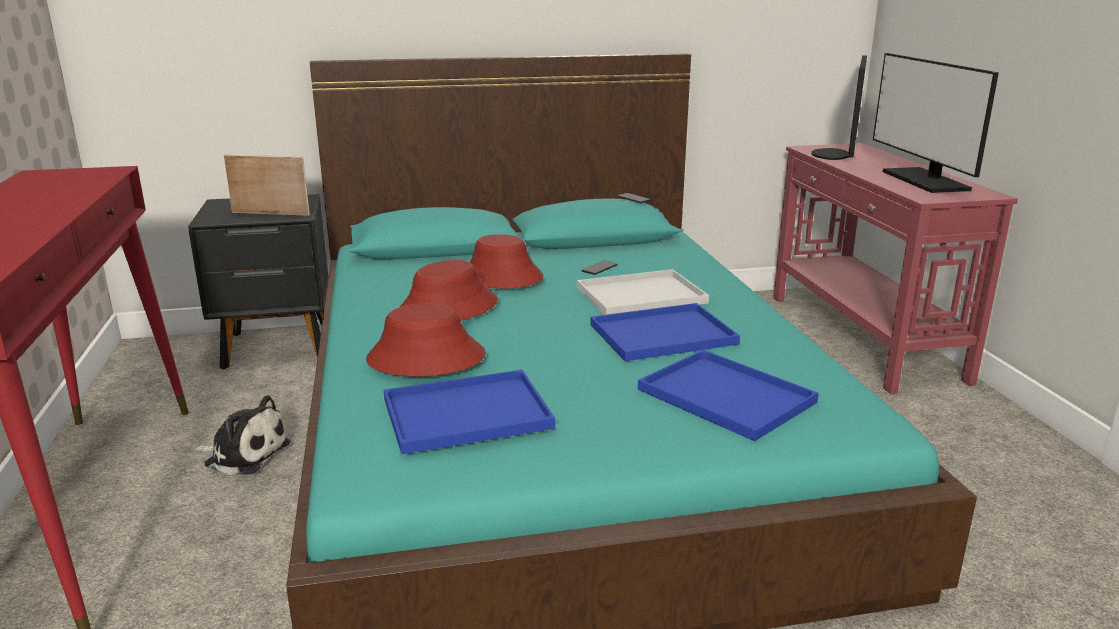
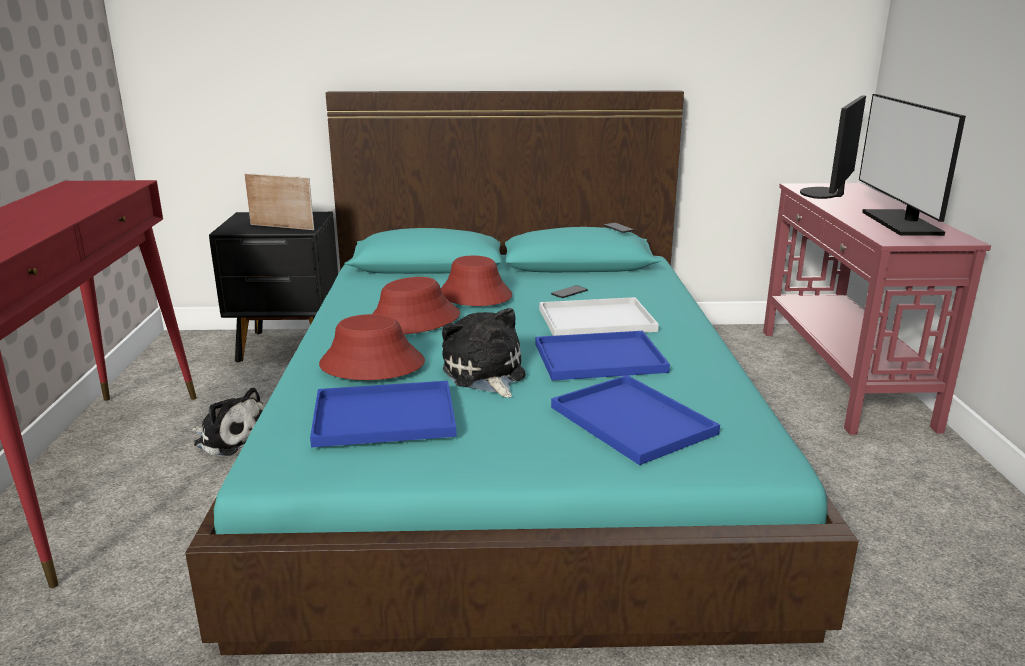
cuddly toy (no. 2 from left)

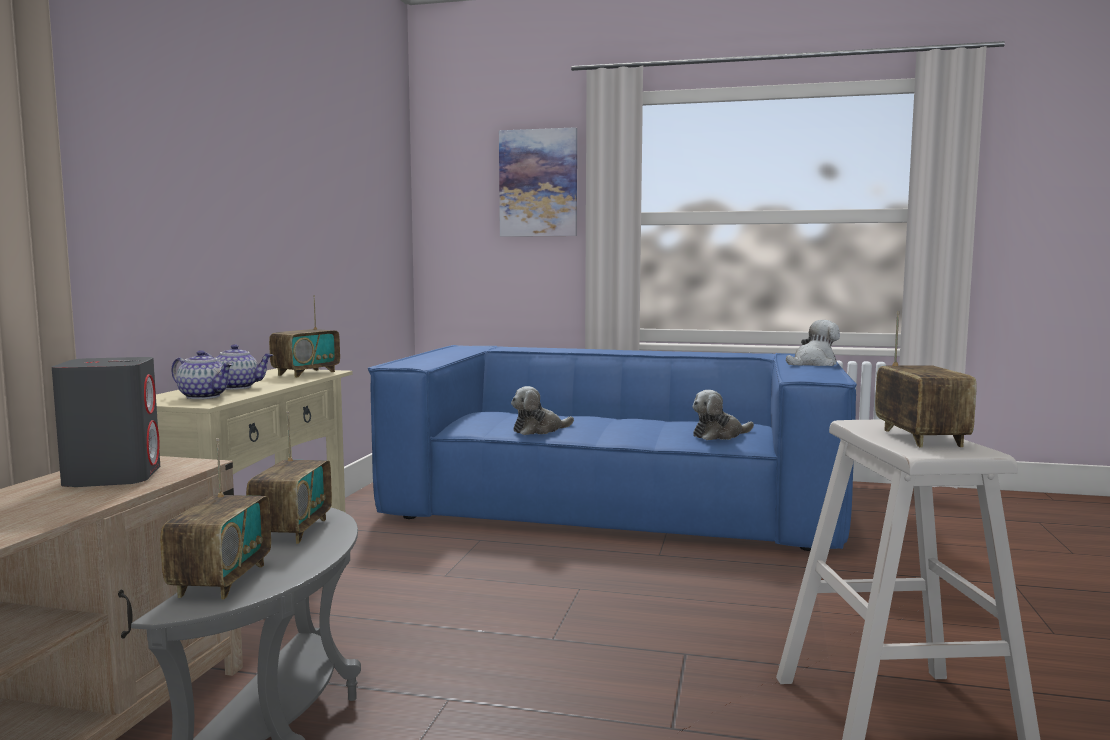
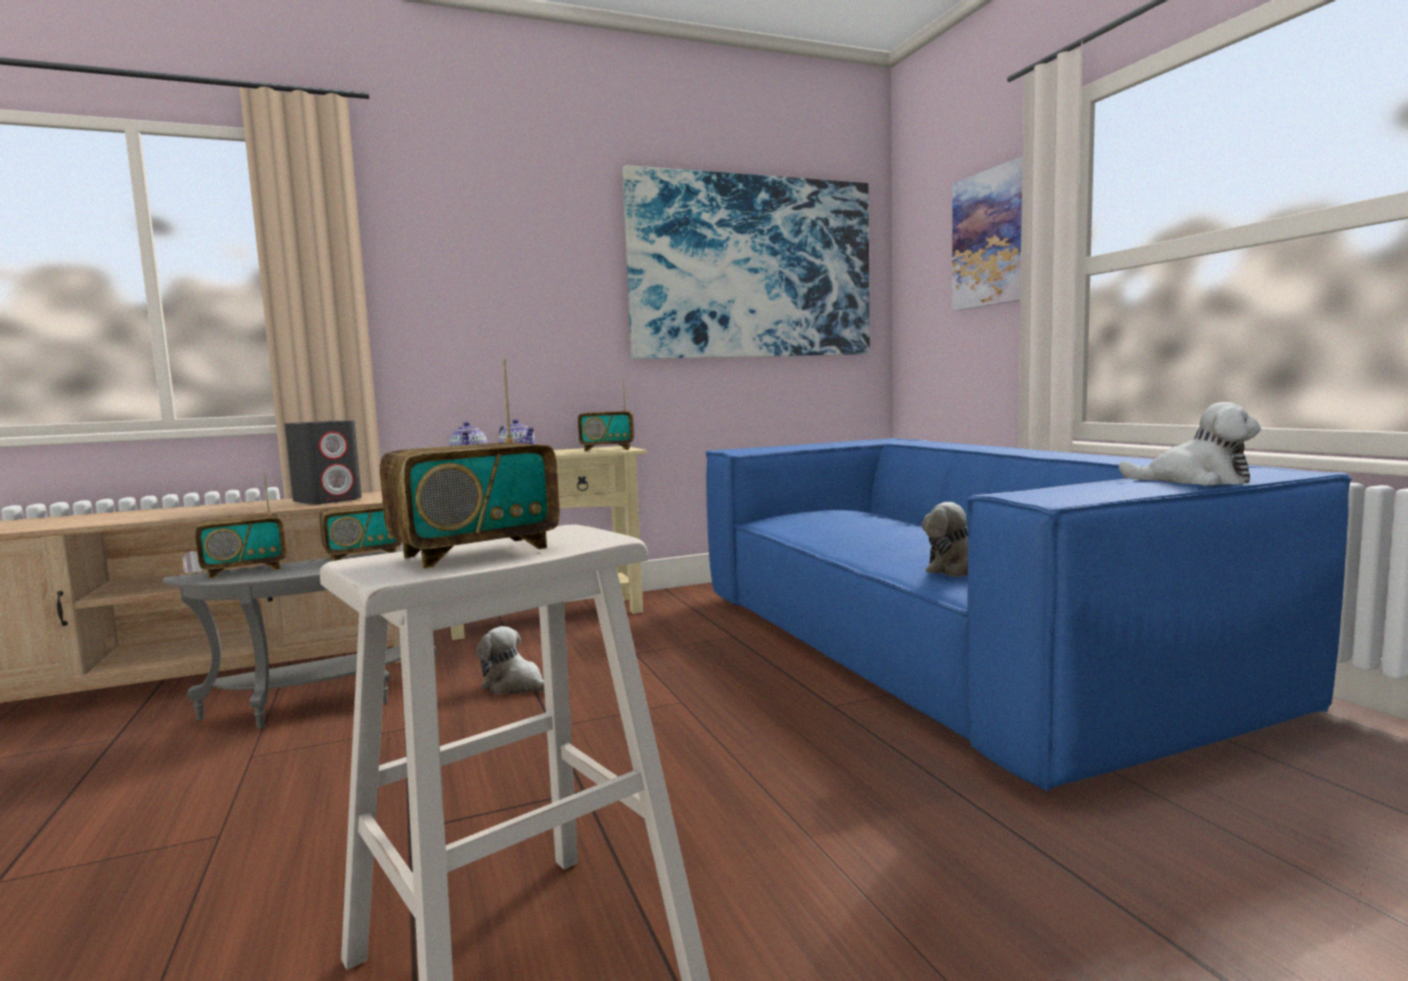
cuddly toy (no. 1 from left)
picture (no. 1 from left)

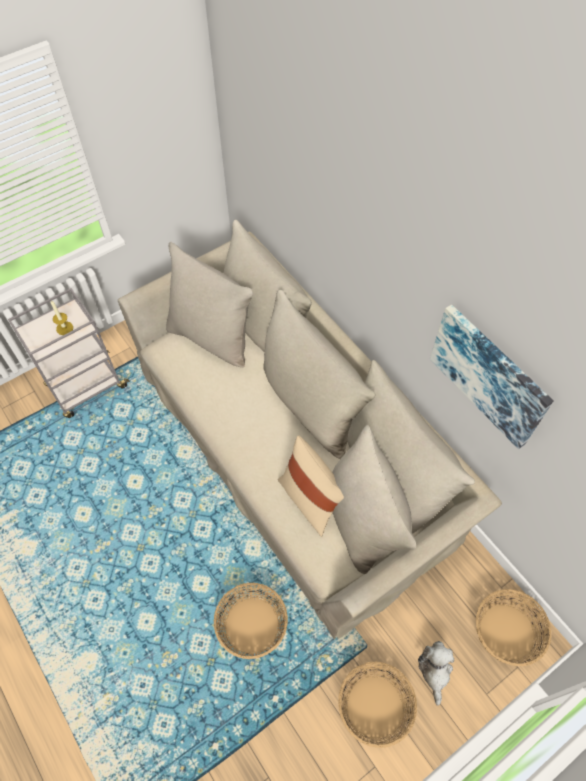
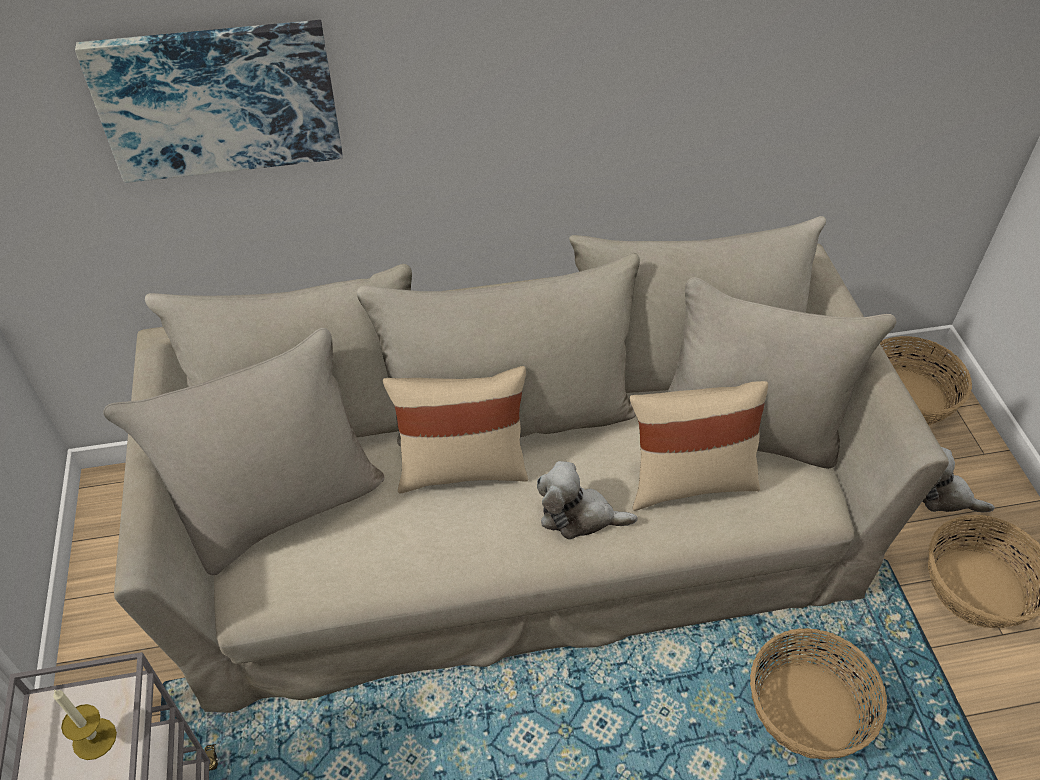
picture
pillow/sand-coloured (no. 1 from left)
cuddly toy (no. 1 from left)

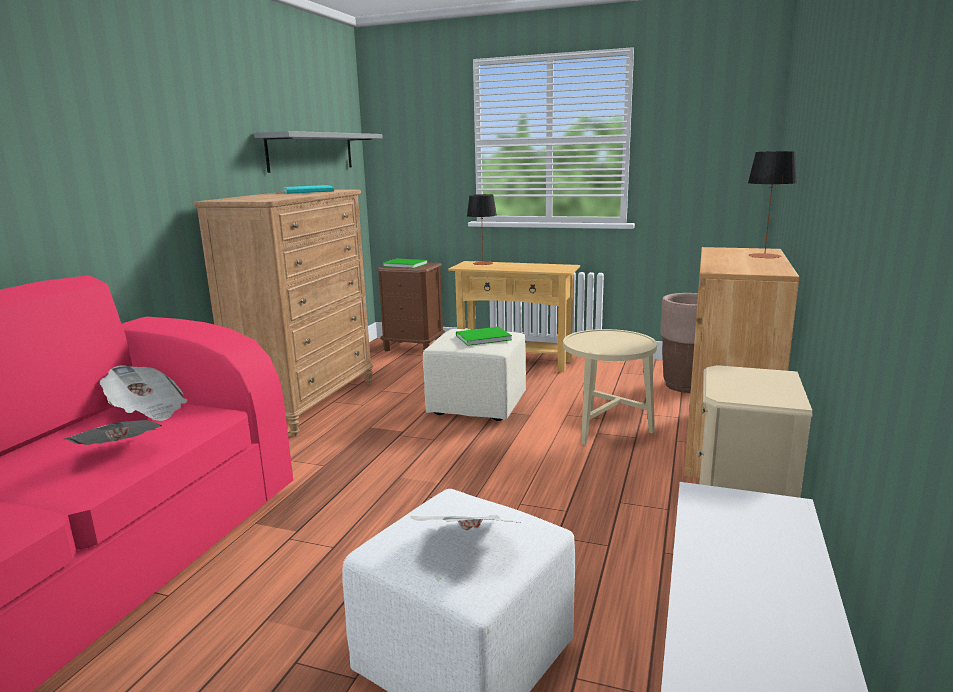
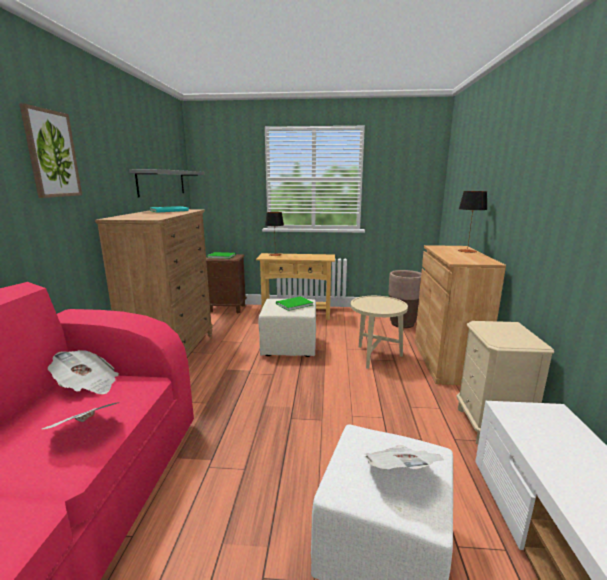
picture

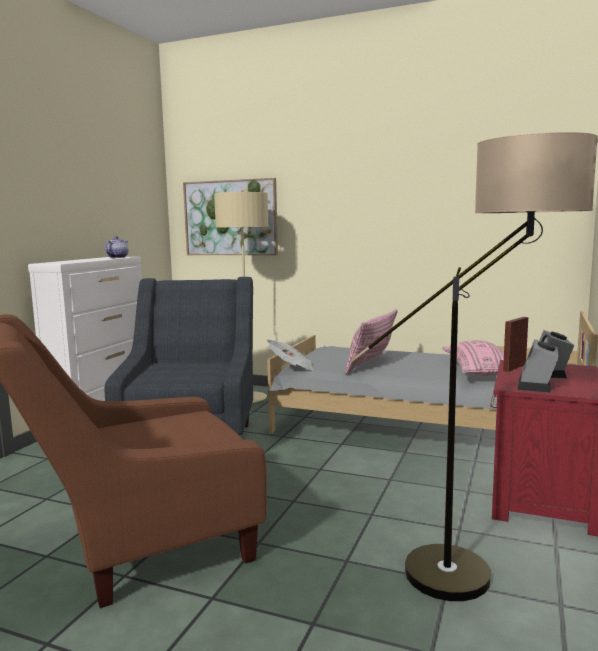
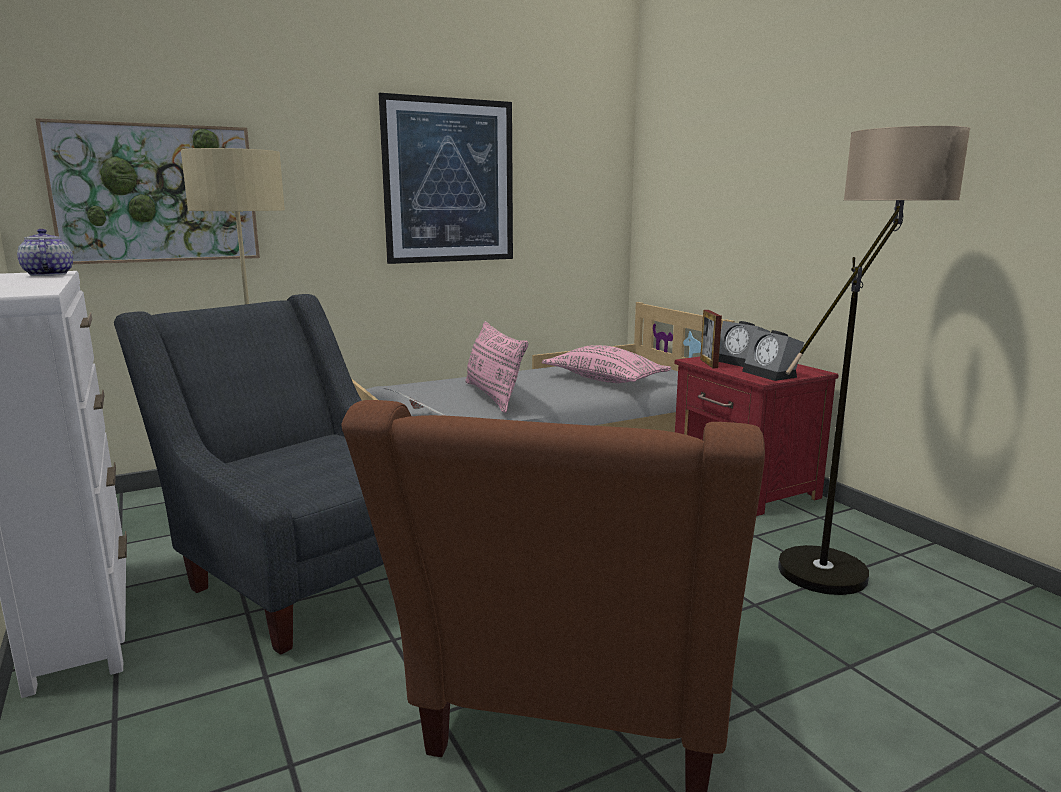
picture (no. 2 from left)

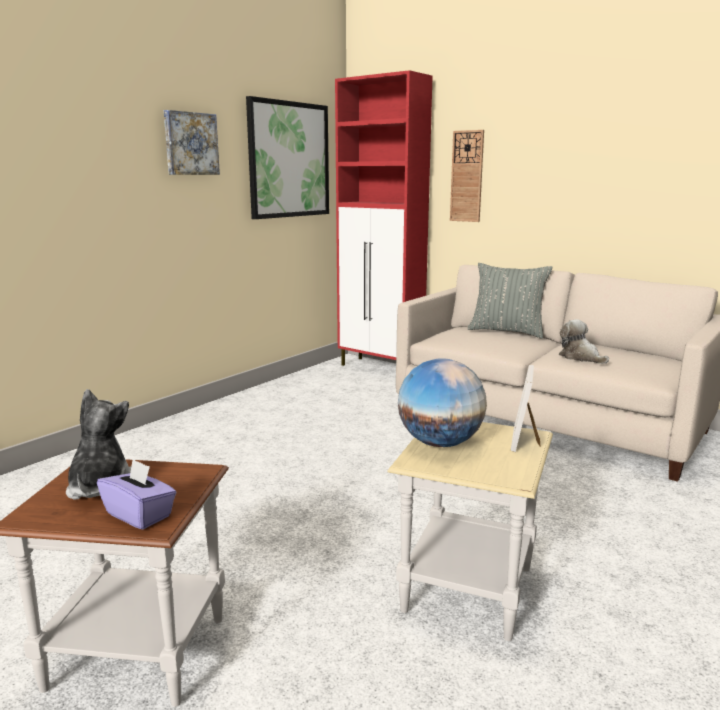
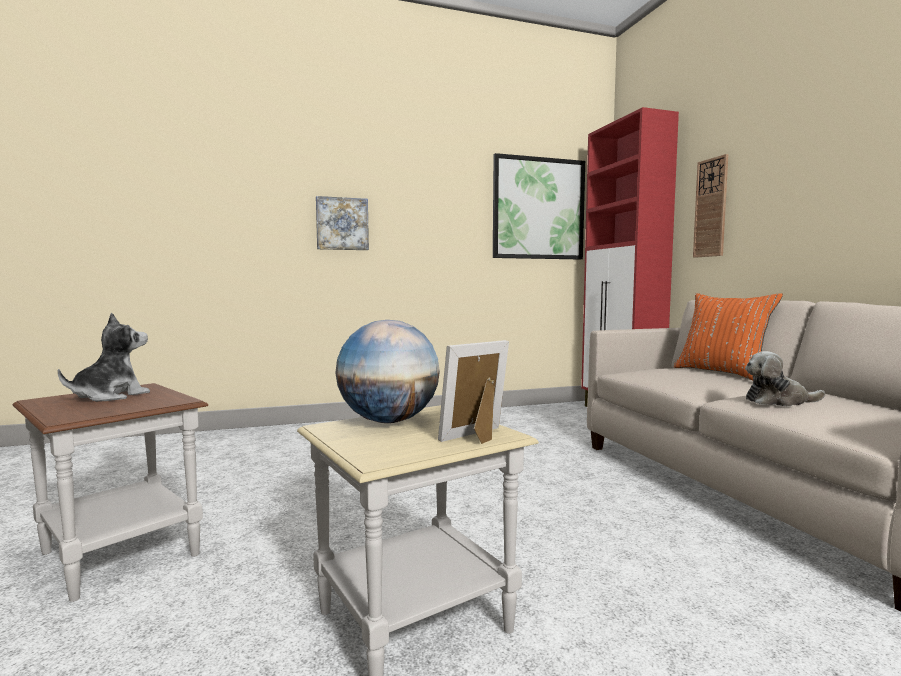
picture (no. 1 from left)
pillow/orange-coloured
cuddly toy (no. 2 from left)
tissue holder/purple

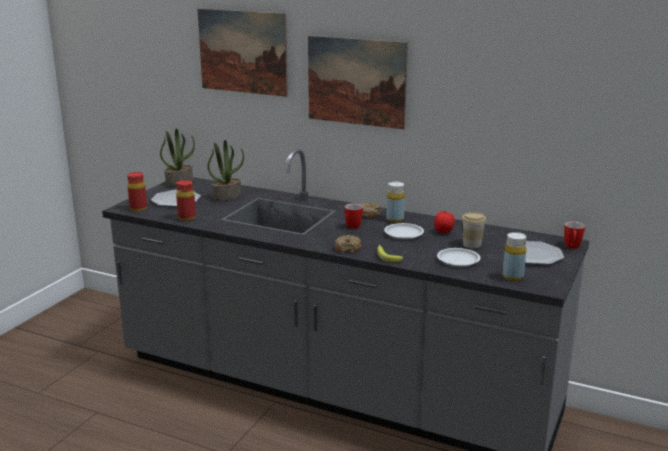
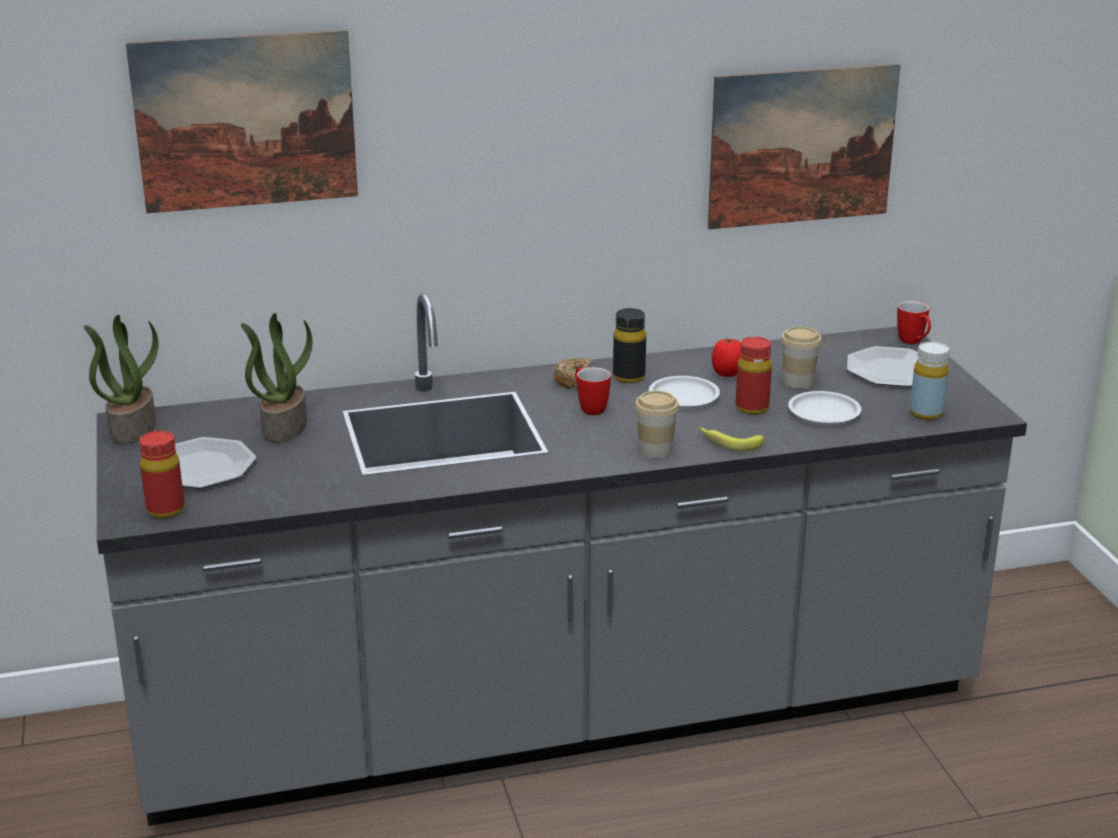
picture (no. 2 from left)
beverage bottle/red-coloured (no. 2 from left)
beverage bottle/black
cup (no. 1 from left)

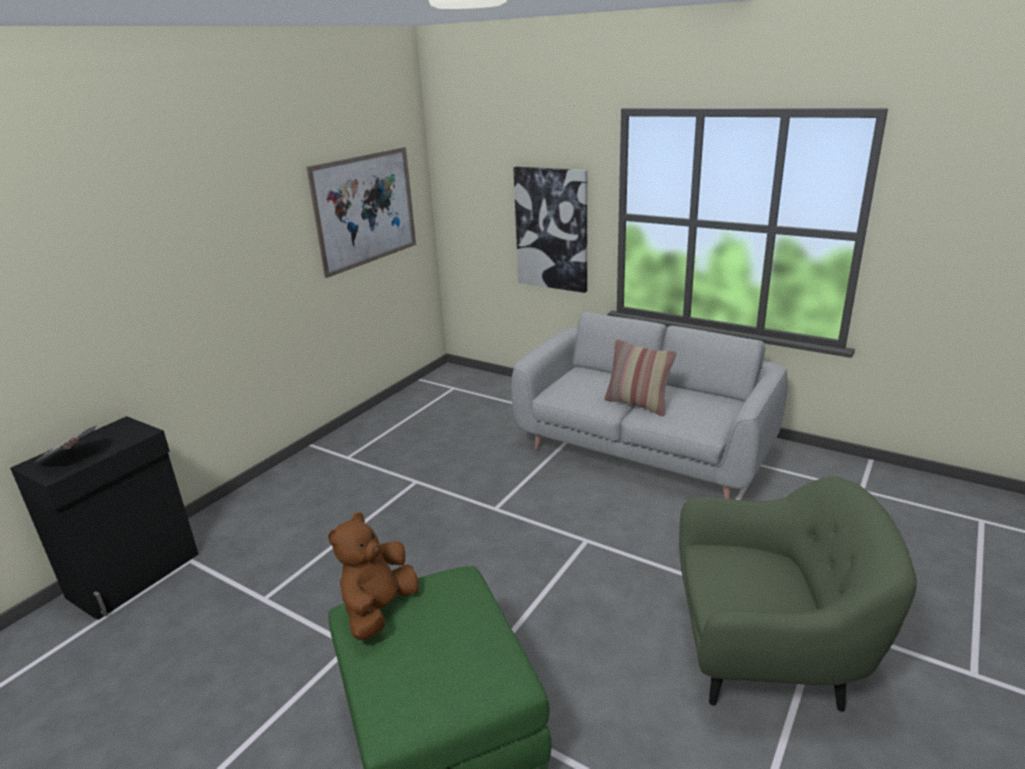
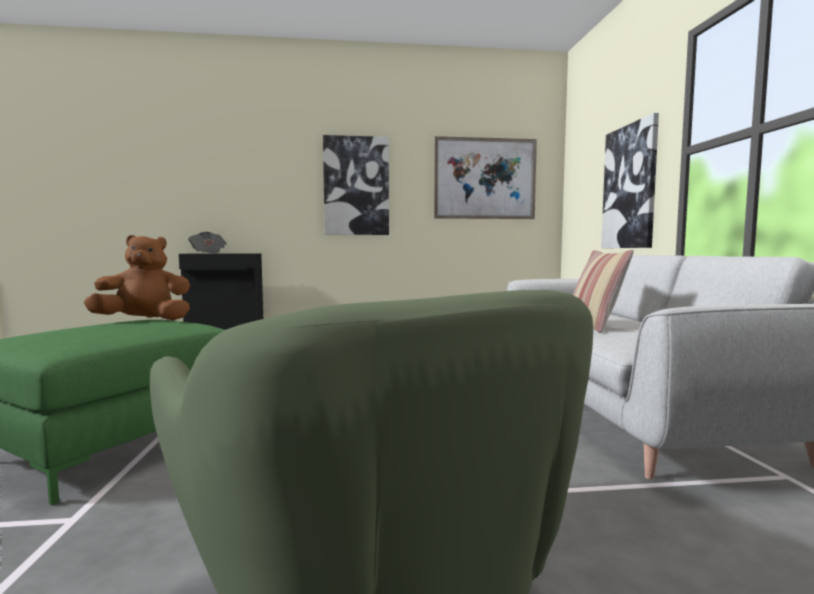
picture (no. 1 from left)

